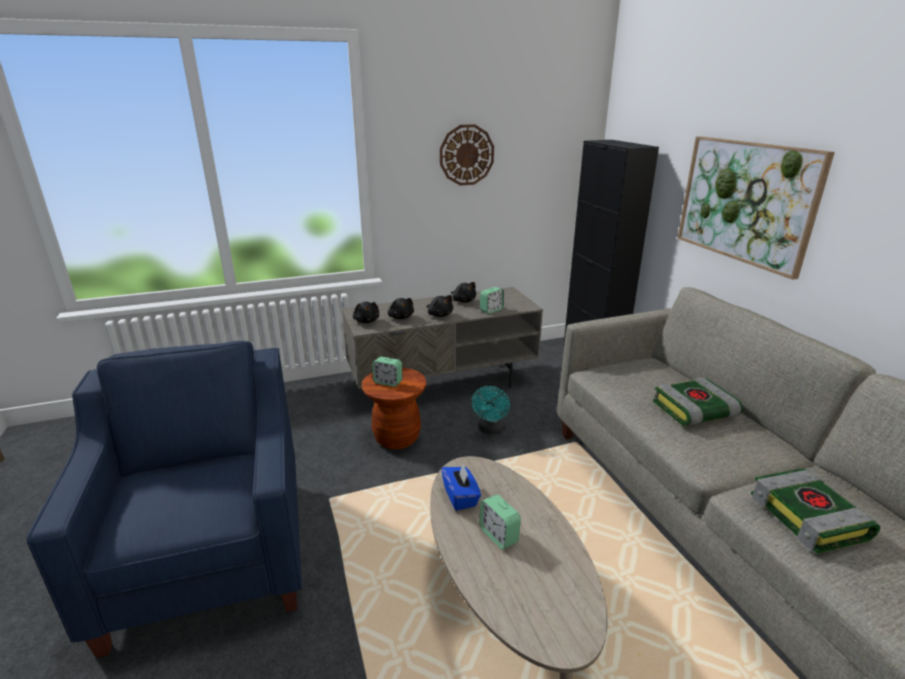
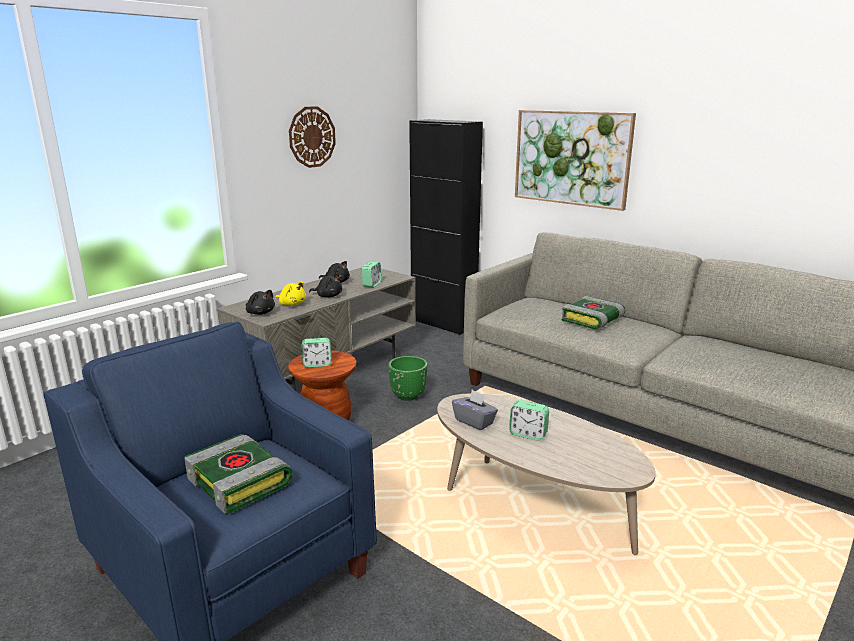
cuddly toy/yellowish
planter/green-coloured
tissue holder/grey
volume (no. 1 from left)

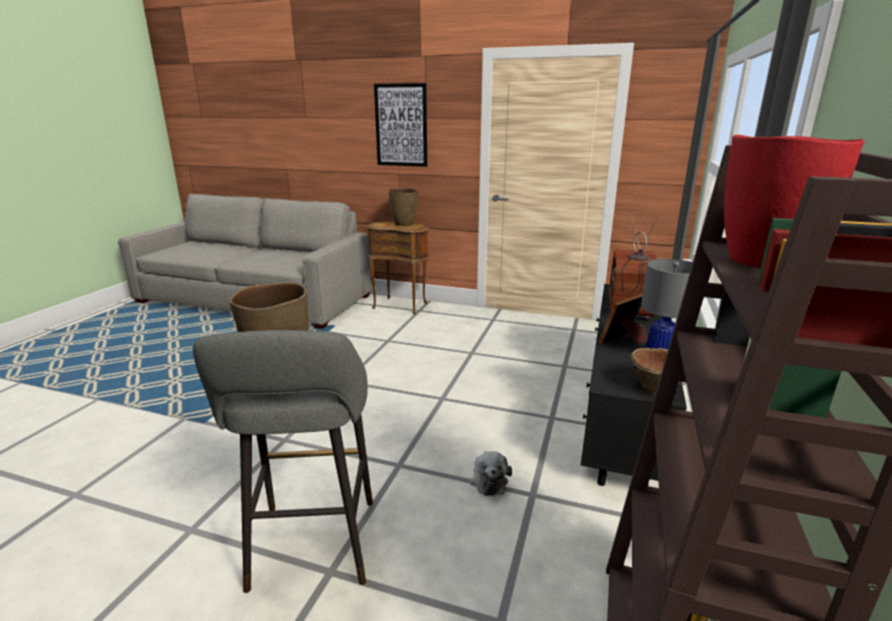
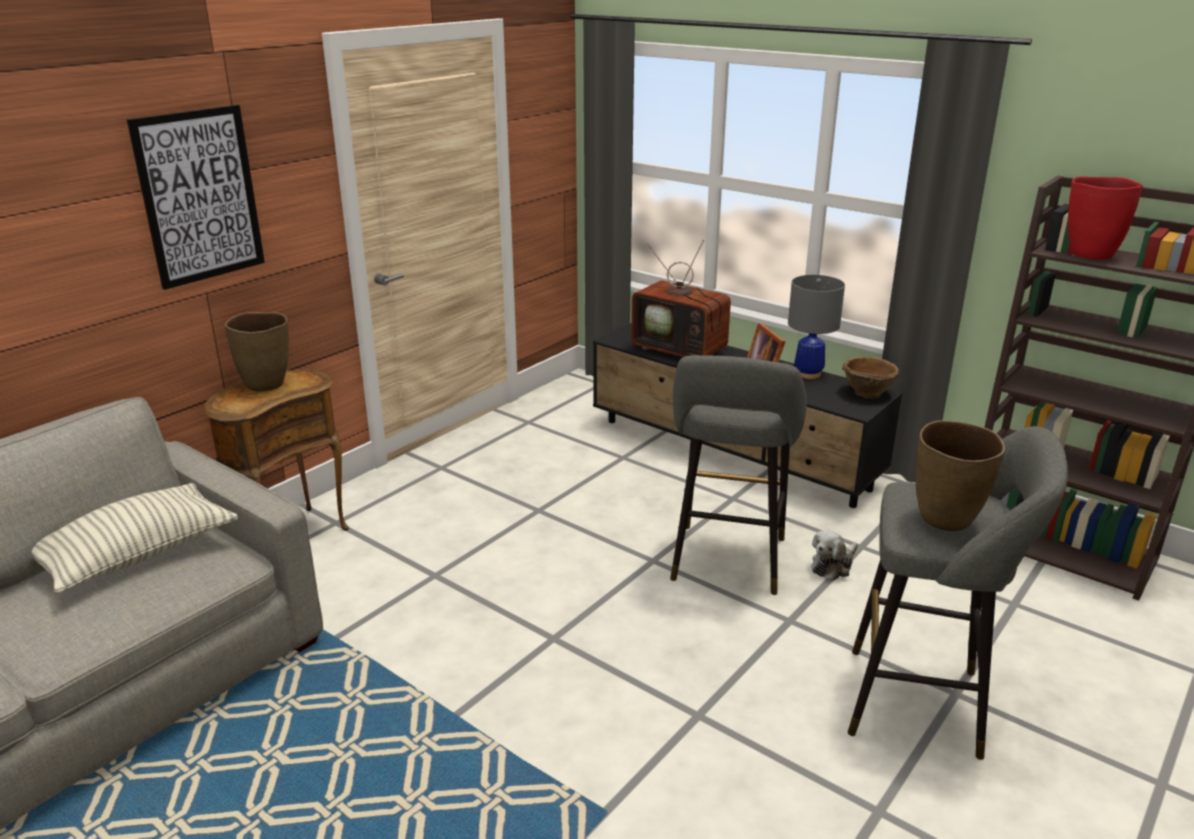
cuddly toy
sitting stool/grey (no. 1 from left)
pillow

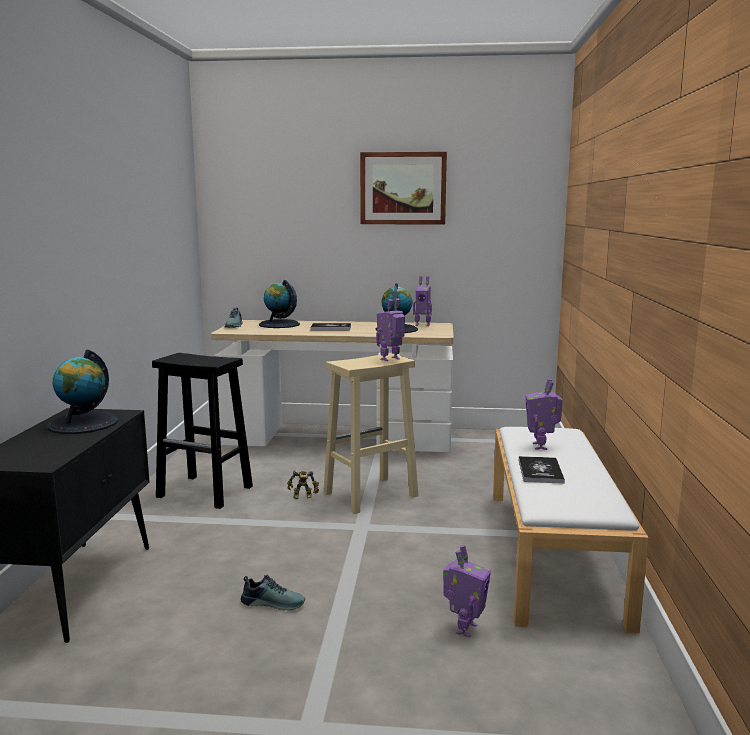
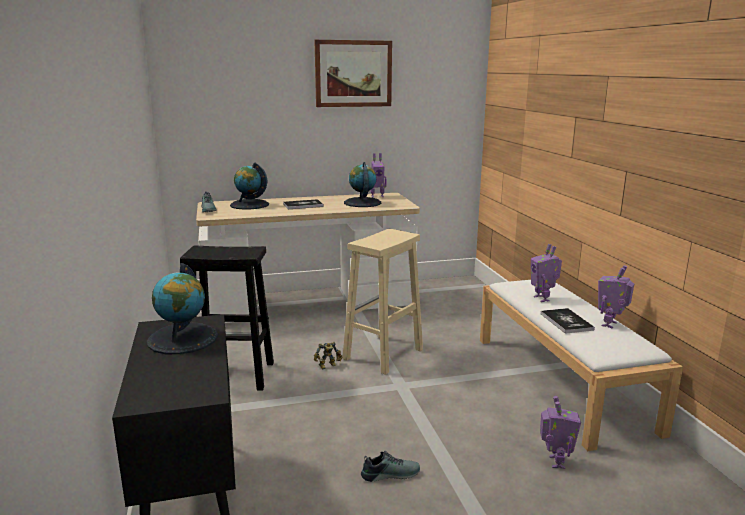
robot figure (no. 5 from left)

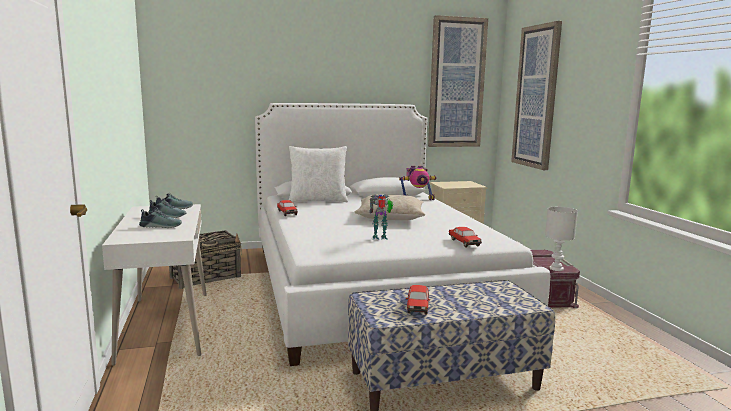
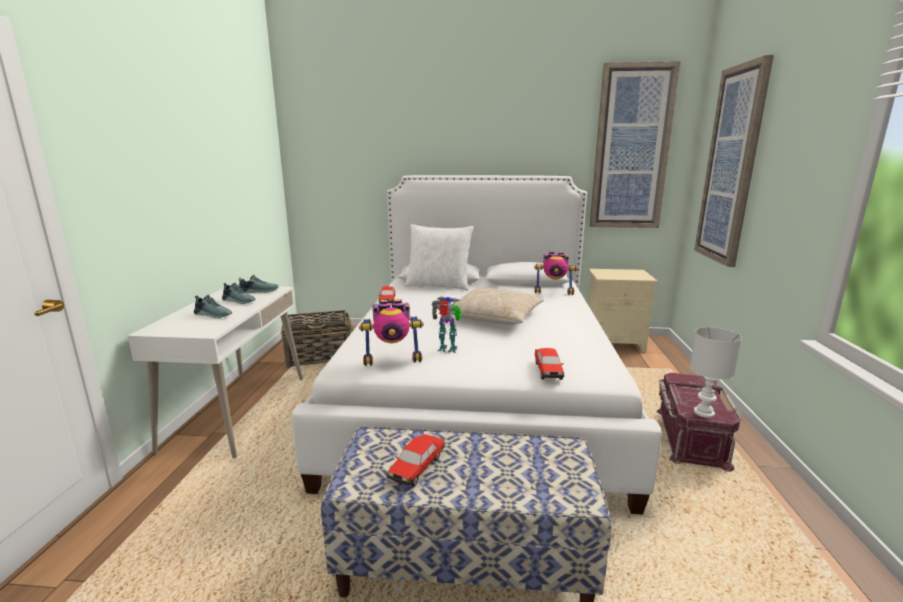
robot figure (no. 1 from left)

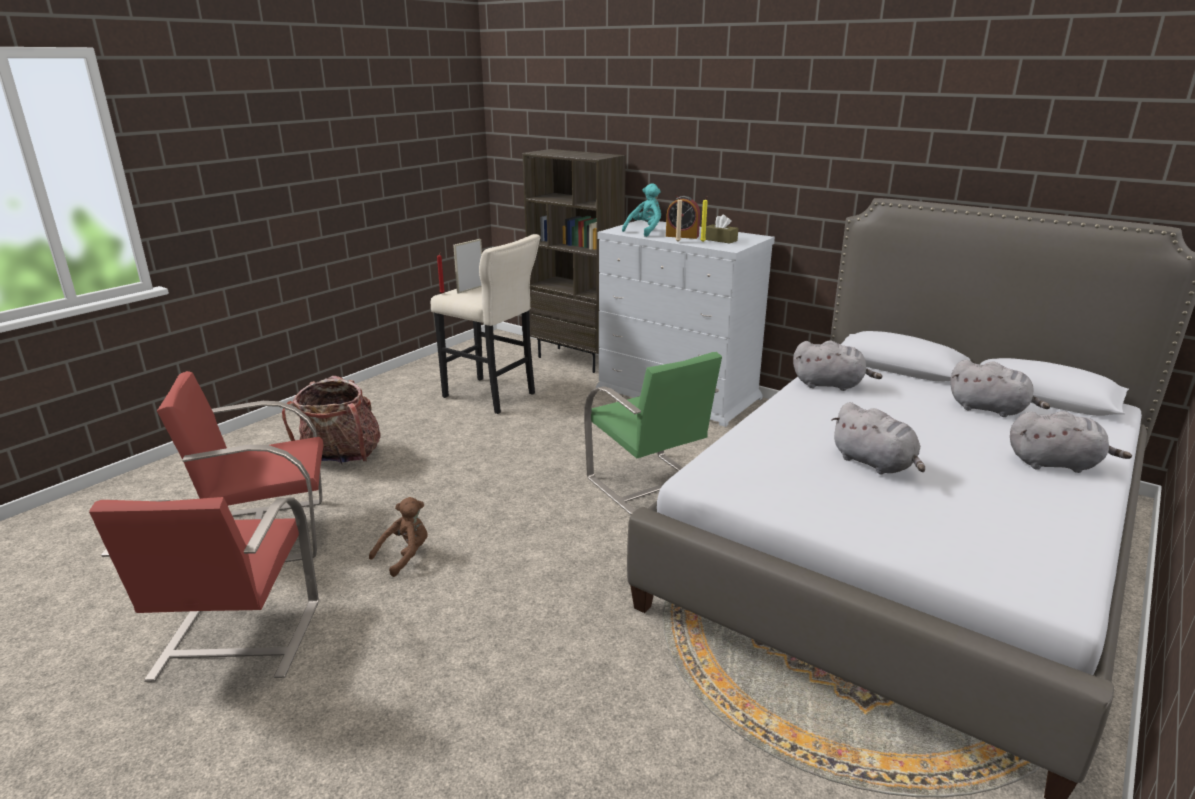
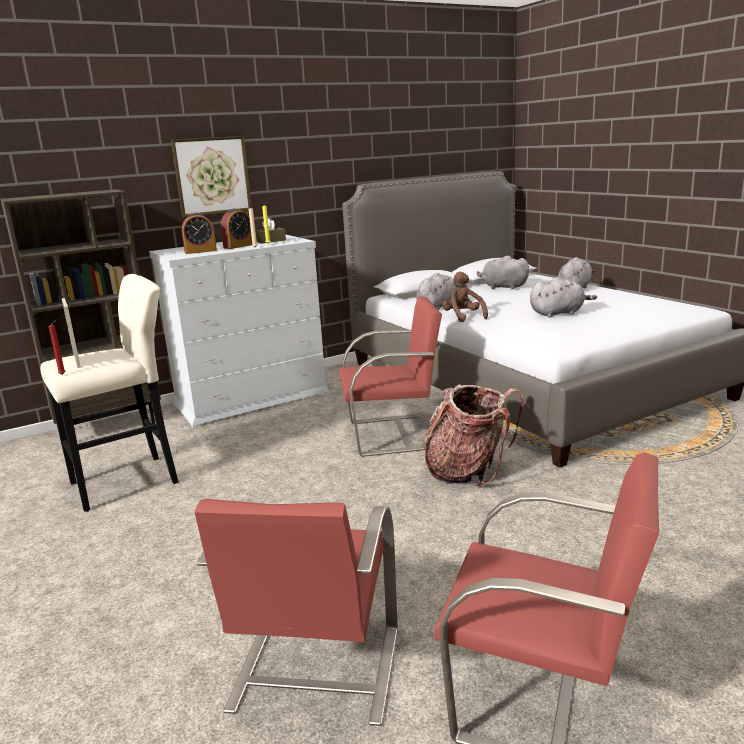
table clock (no. 1 from left)
plain chair/red-coloured (no. 2 from left)
cuddly toy/grey (no. 2 from left)
rucksack
cuddly toy/brown-coloured
picture

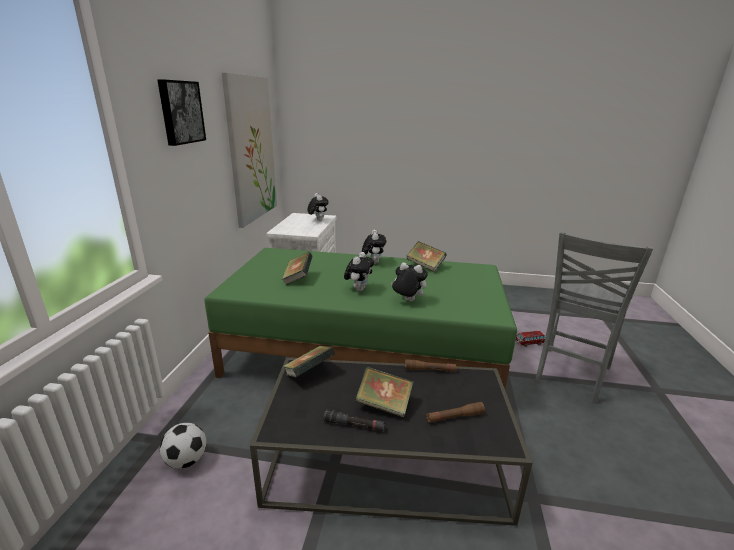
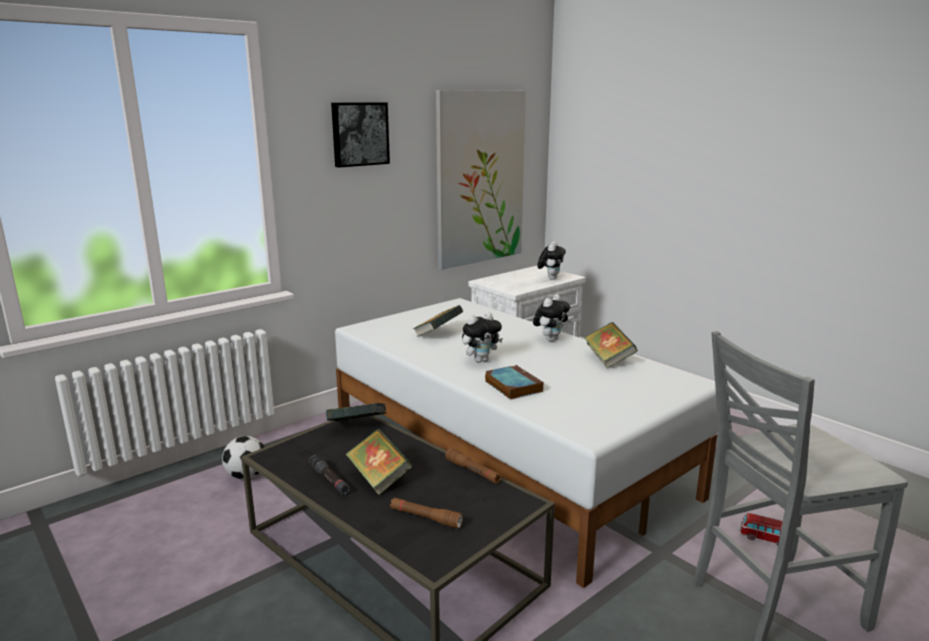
bed/whitish
volume (no. 4 from left)

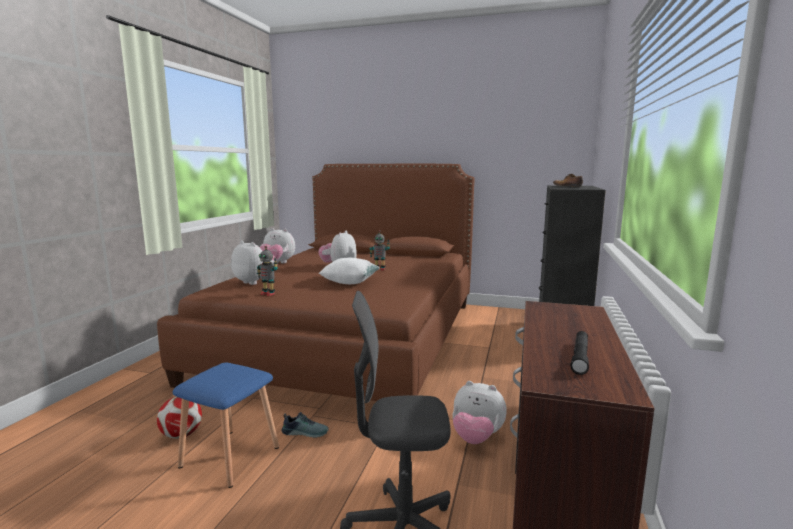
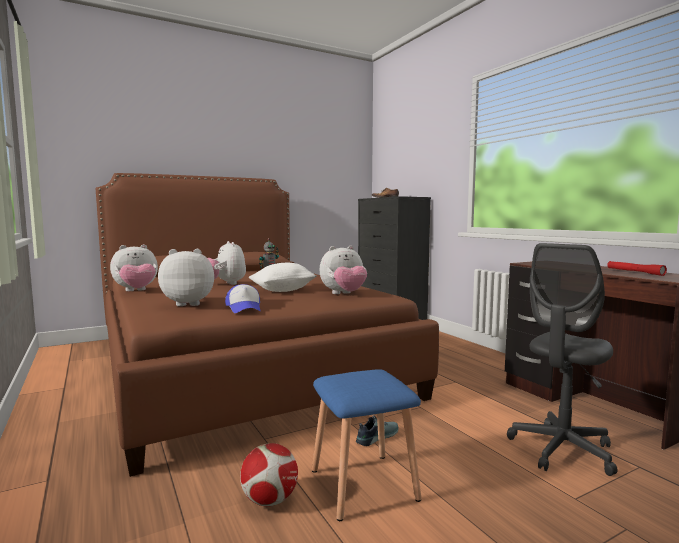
cap
flashlight/red-coloured
cuddly toy (no. 4 from left)

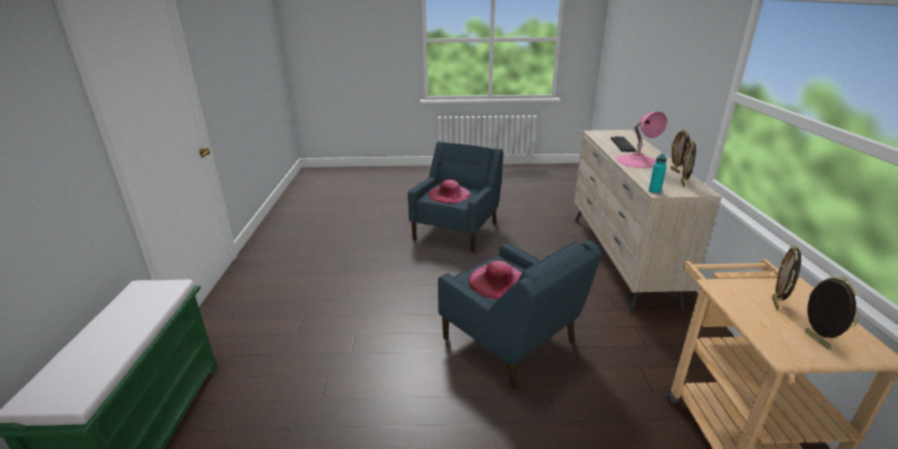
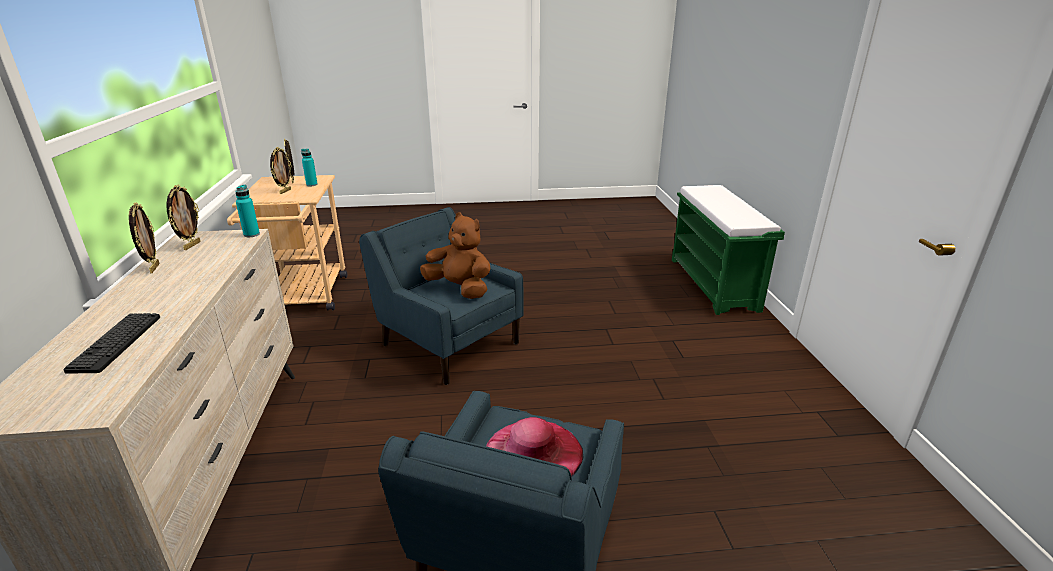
tabletop lamp/pinkish
cuddly toy/brown-coloured
beverage bottle/blue-green (no. 2 from left)

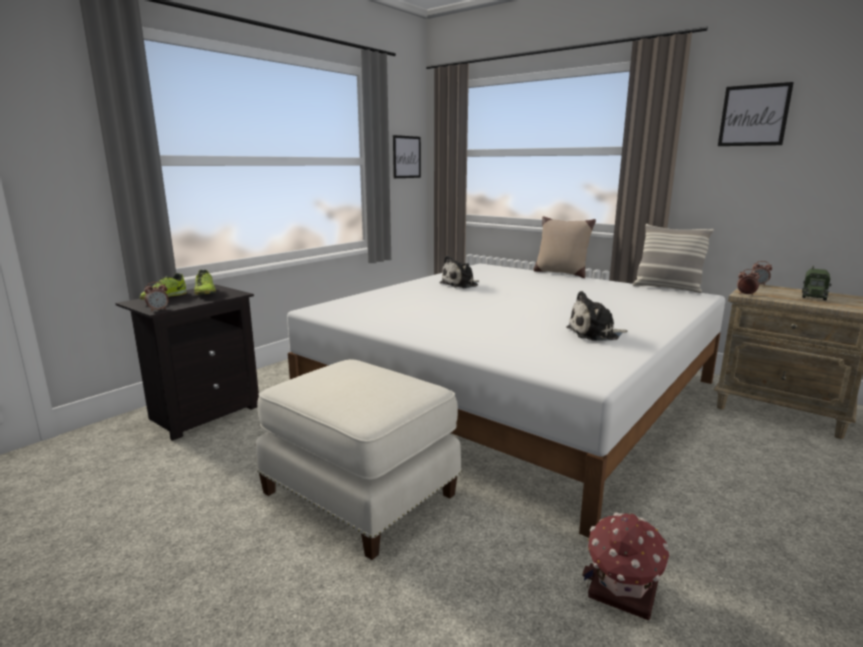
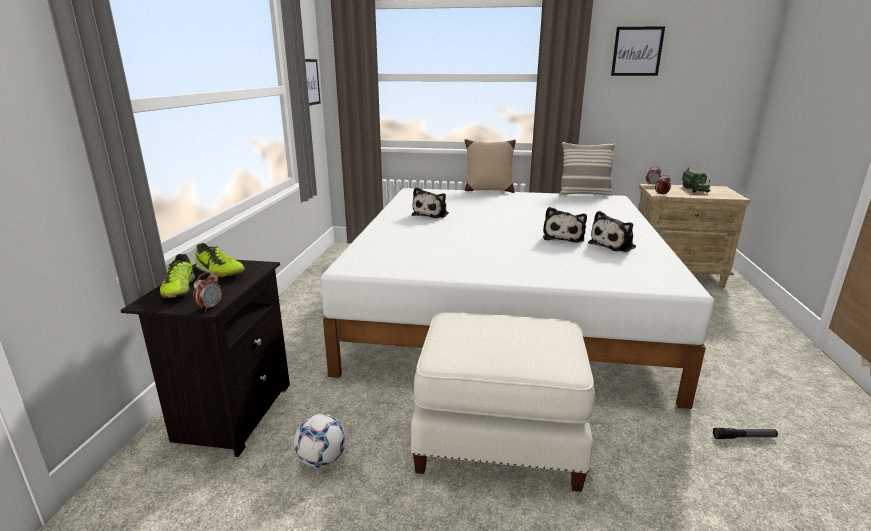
flashlight
cuddly toy (no. 2 from left)
football ball

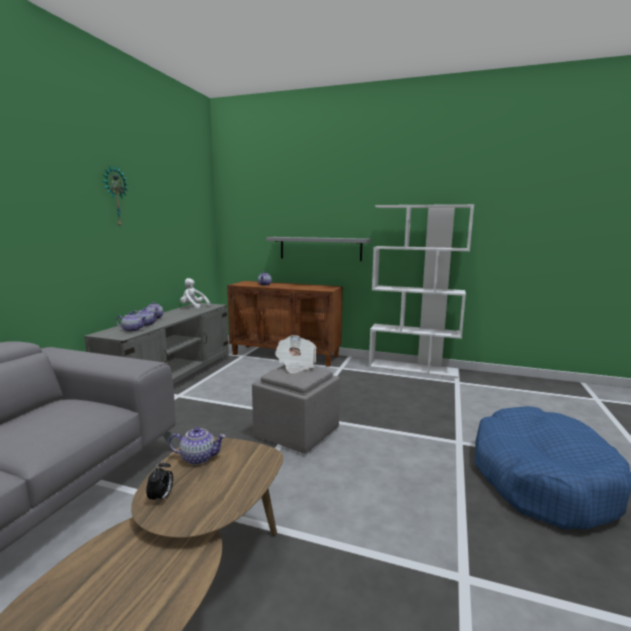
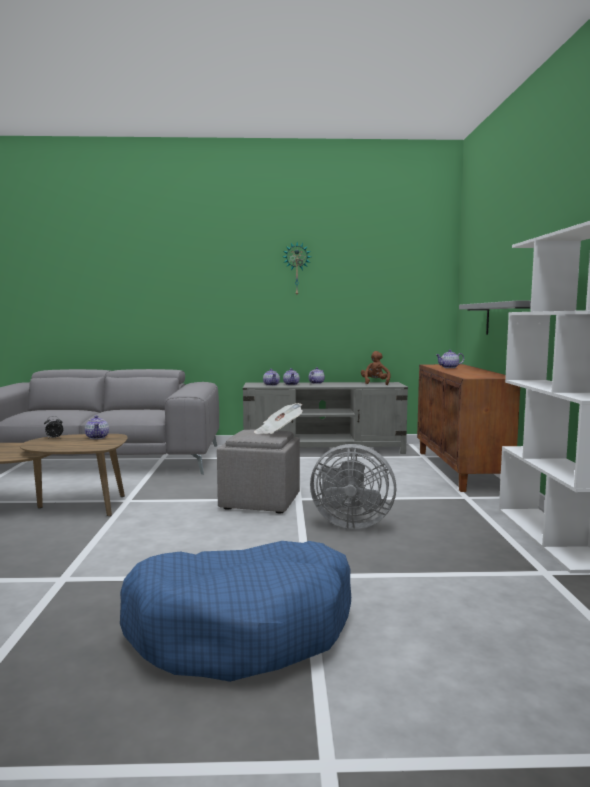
cuddly toy/brown-coloured
fan/grey

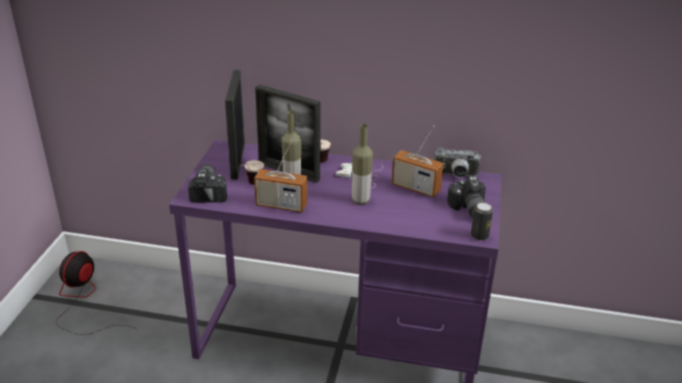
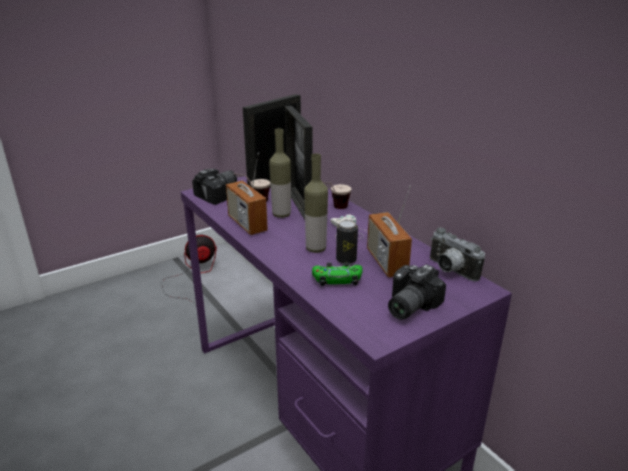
sealed can
joypad/green-coloured

